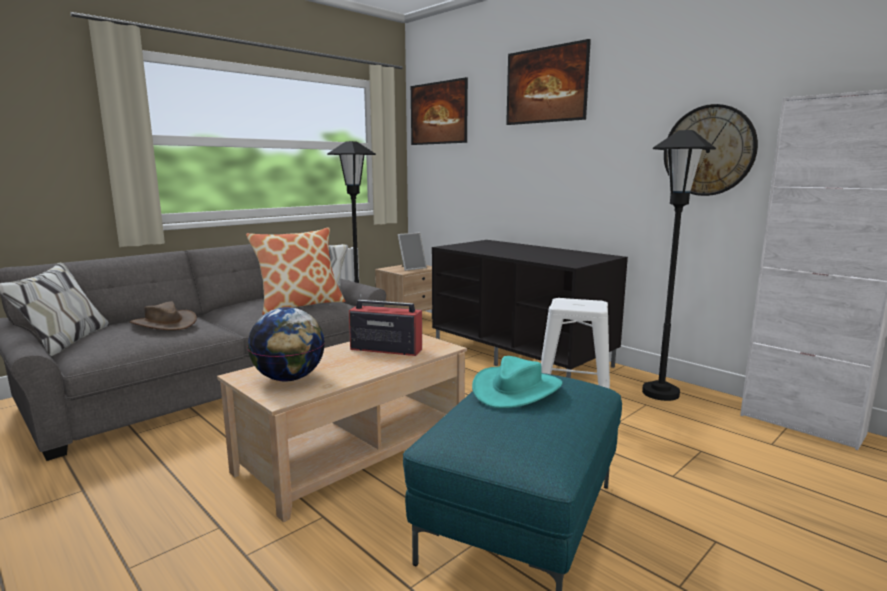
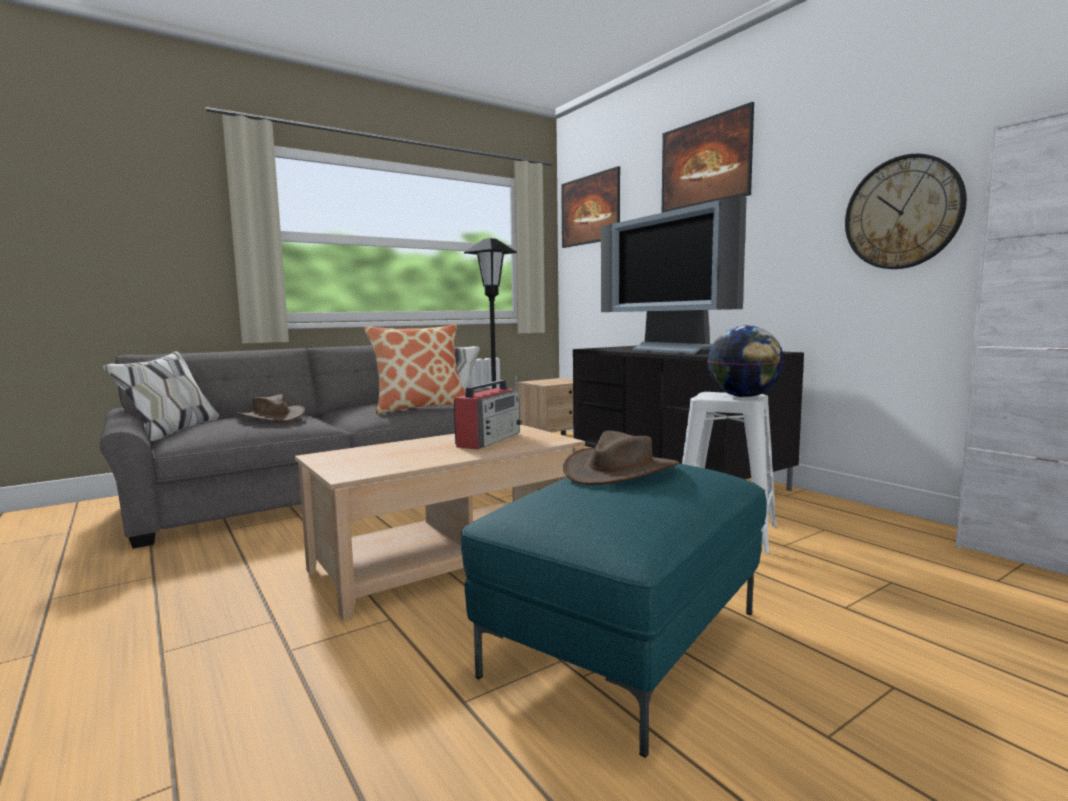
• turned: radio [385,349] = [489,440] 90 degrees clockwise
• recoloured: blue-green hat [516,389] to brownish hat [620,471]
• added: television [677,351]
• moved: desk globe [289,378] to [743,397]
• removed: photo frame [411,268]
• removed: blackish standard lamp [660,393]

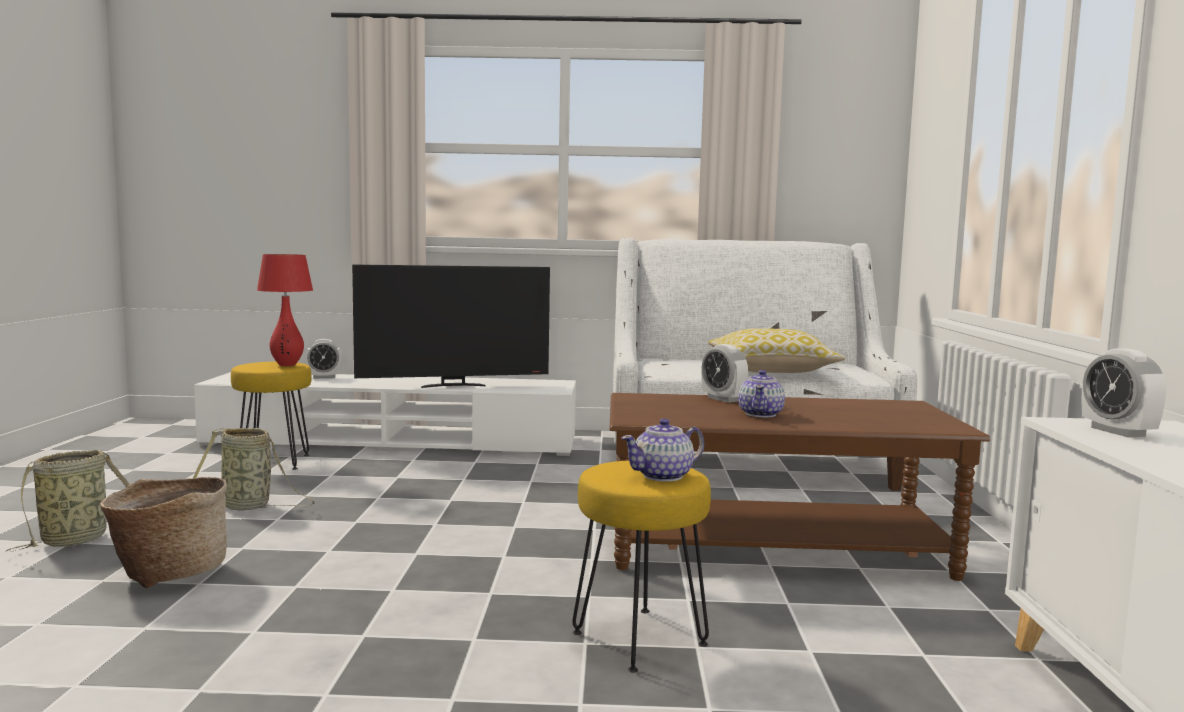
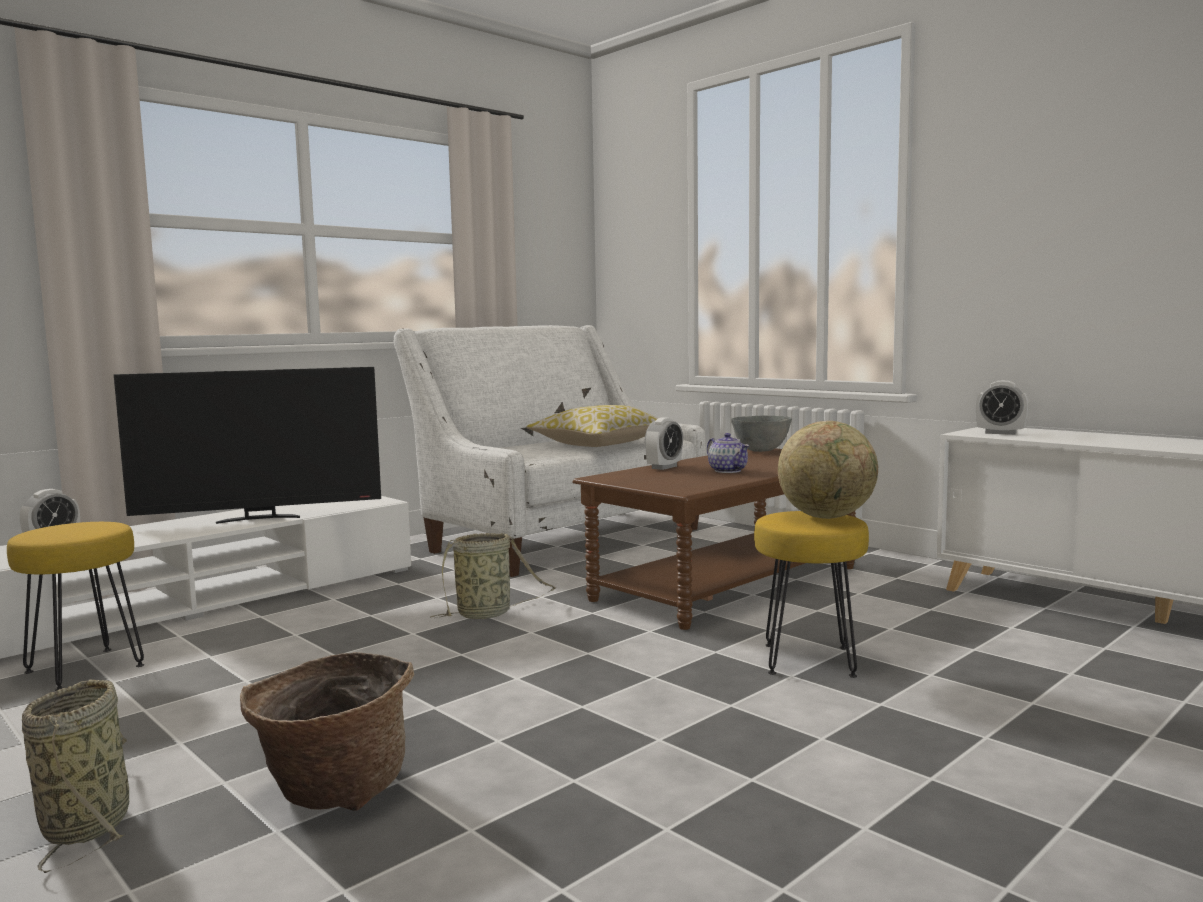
• turned: television [453,385] = [260,518] 45 degrees clockwise
• moved: storage basket [249,507] to [487,614]
• turned: table clock [723,399] = [664,467] 60 degrees counterclockwise
• added: gray deep dish [760,451]
• replaced: tea pot [663,476] to desk globe [827,517]
• removed: reddish tabletop lamp [287,365]

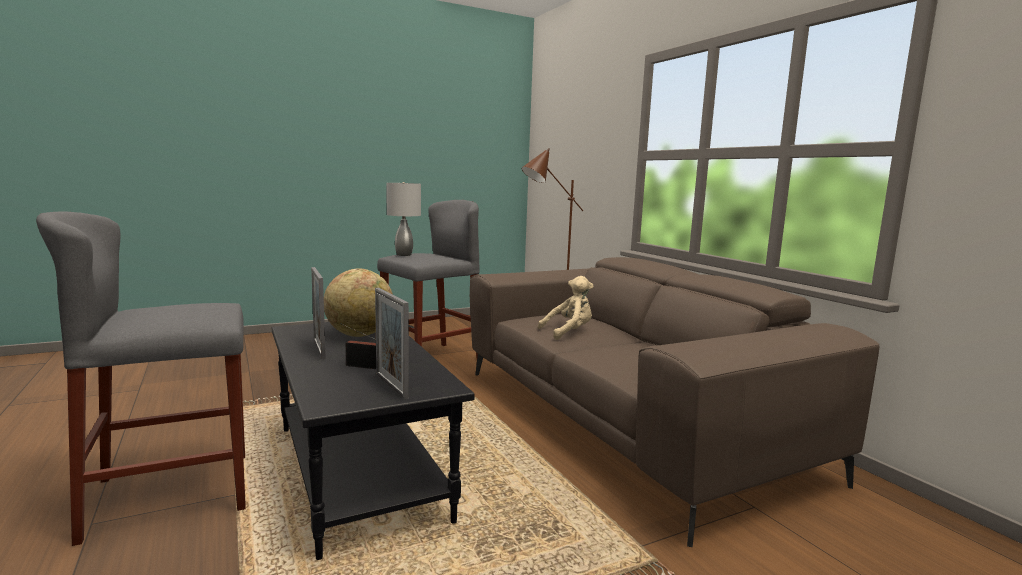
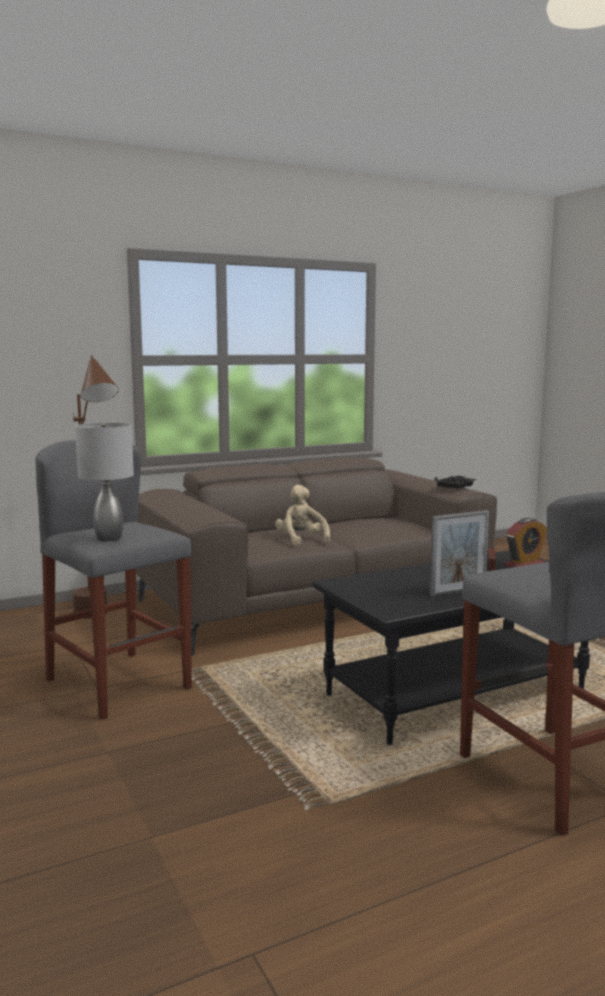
• added: blackish tray [456,487]
• replaced: photo frame [391,386] to table clock [524,565]
• removed: desk globe [360,335]

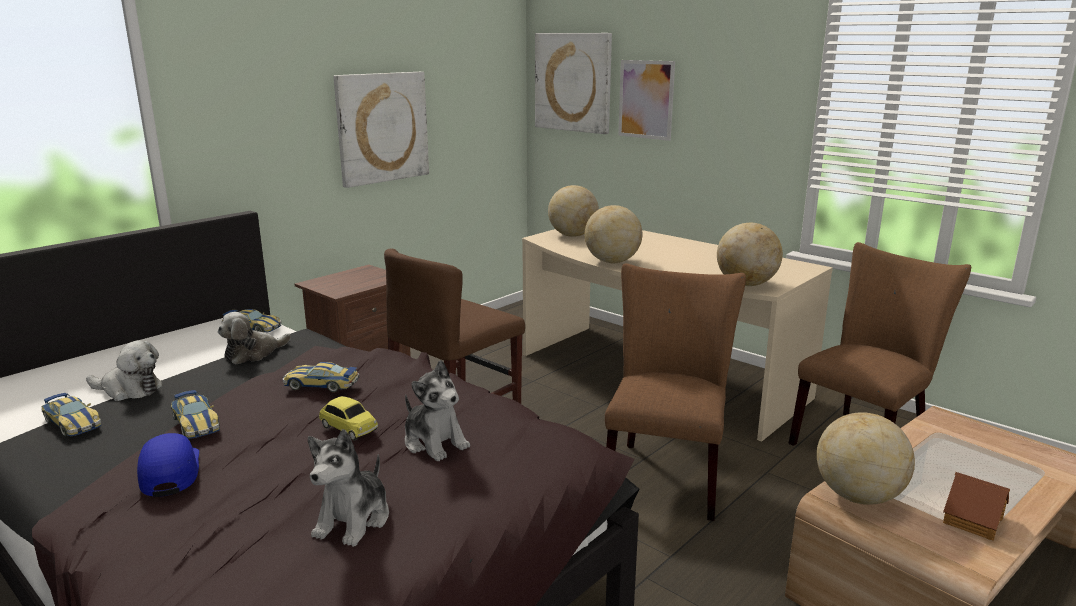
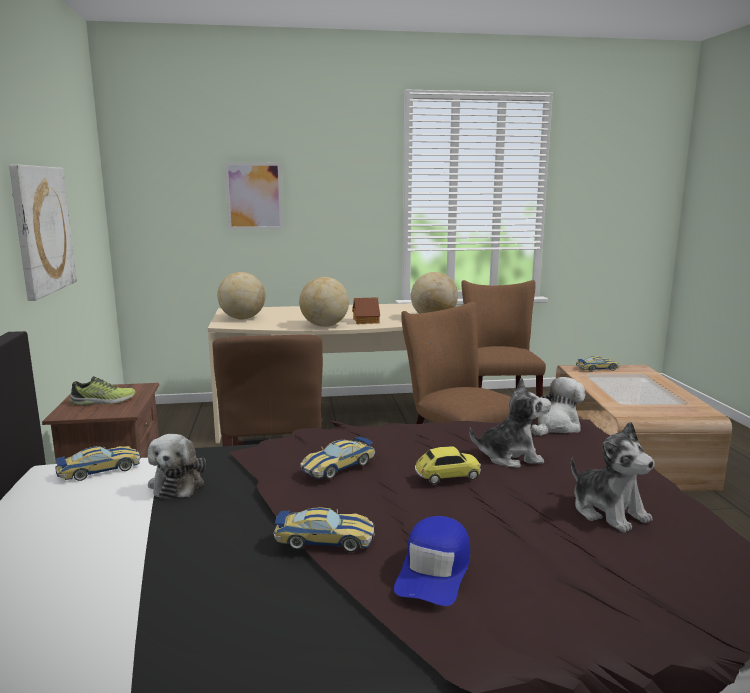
• added: shoe [103,401]
• moved: model house [974,521] to [366,321]
• turned: blue cap [170,472] = [434,570] 90 degrees counterclockwise
• moved: soft toy [129,390] to [556,426]
• moved: miniature car [72,422] to [597,368]
• removed: wall picture [573,82]
• removed: desk globe [857,496]

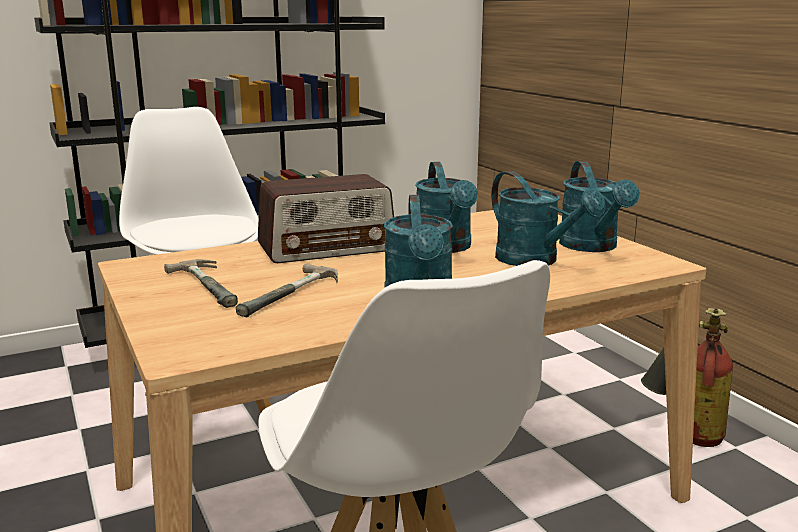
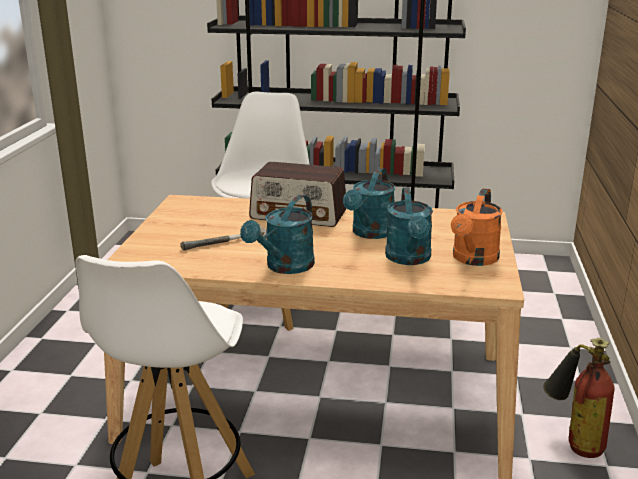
• recoloured: blue-green watering can [593,247] to orange-coloured watering can [473,259]
• removed: hammer [213,285]

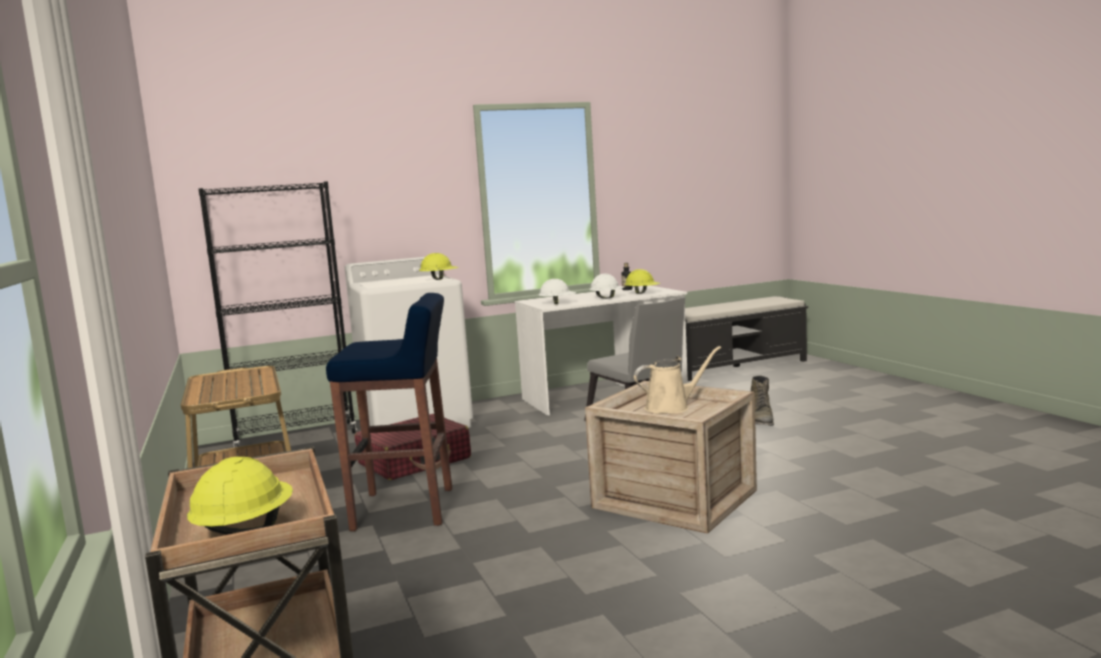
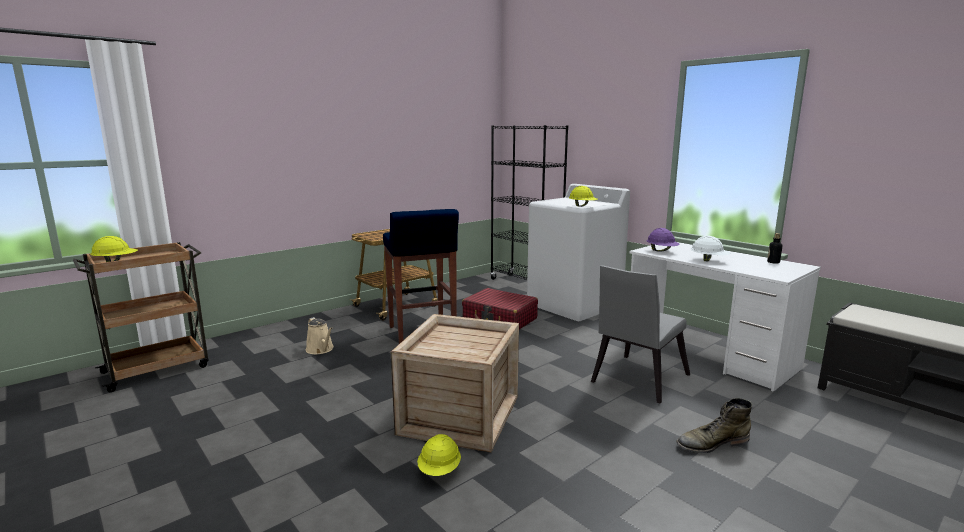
• moved: sand-coloured watering can [671,407] to [321,349]
• moved: yellow hard hat [642,293] to [439,471]
• recoloured: white-coloured hard hat [558,303] to purplish hard hat [662,251]

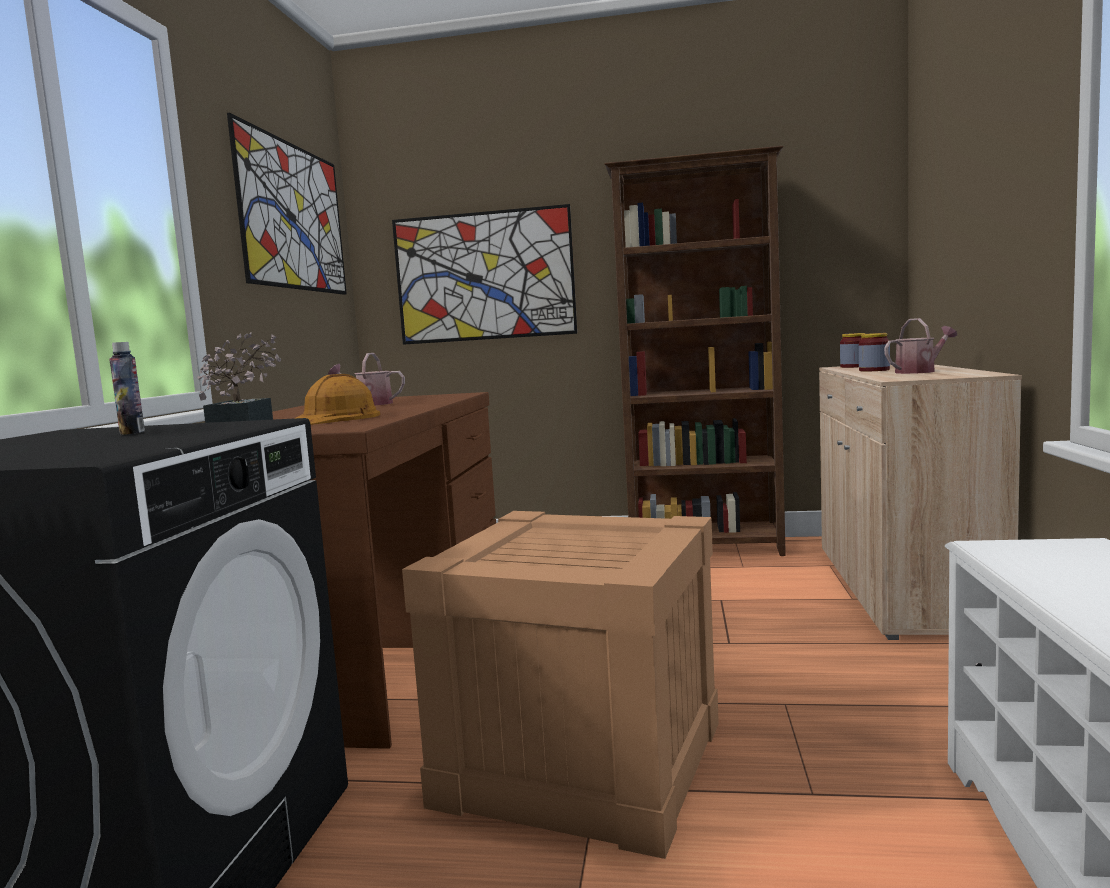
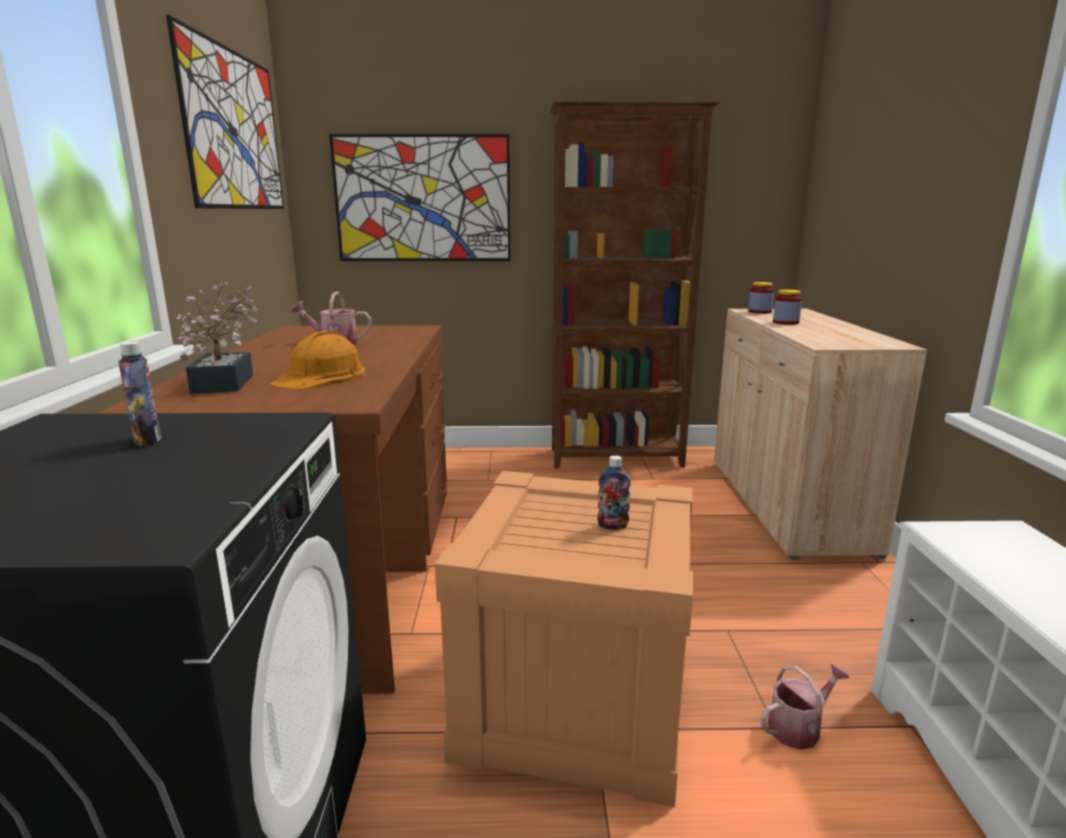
• added: bottle [612,525]
• moved: watering can [919,371] to [799,727]

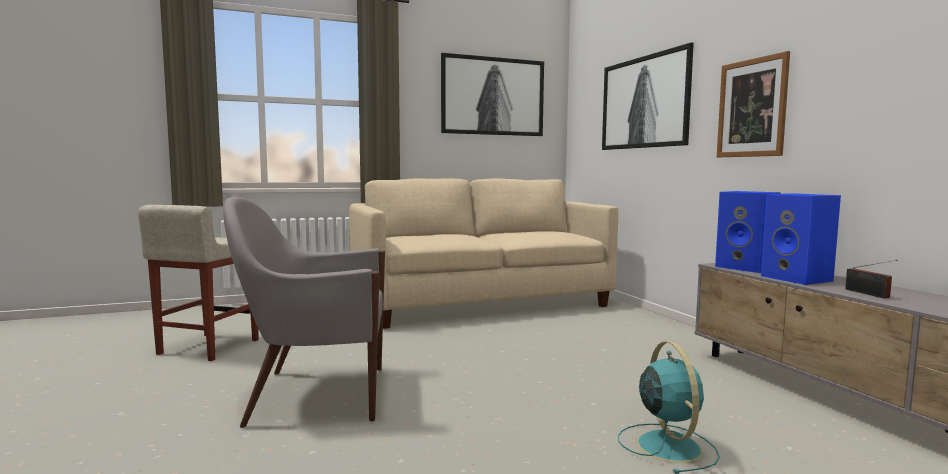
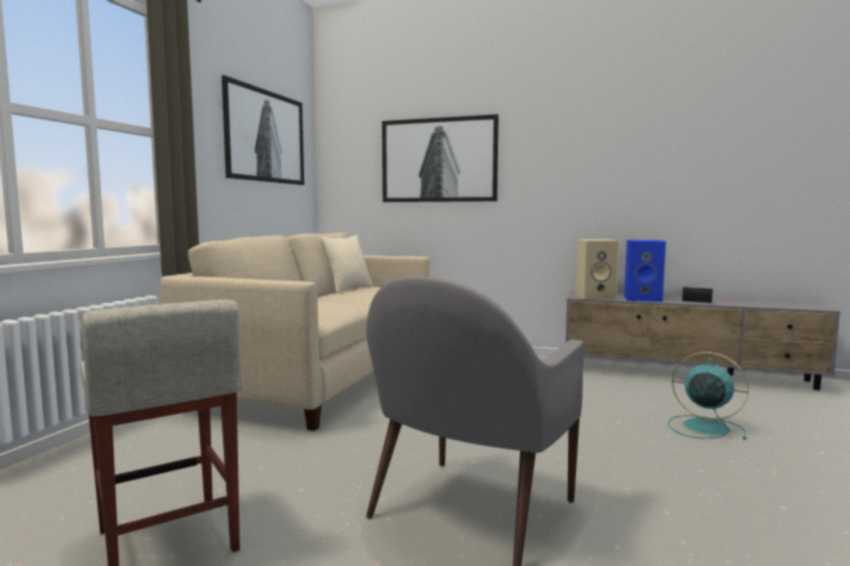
• added: sand-coloured pillow [348,289]
• recoloured: blue audio speaker [746,267] to sand-coloured audio speaker [596,296]
• removed: wall picture [752,108]

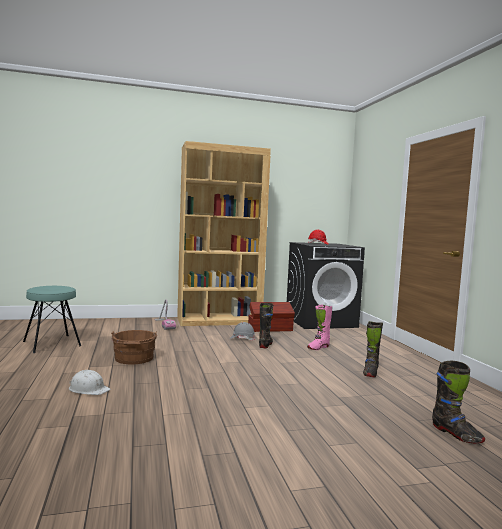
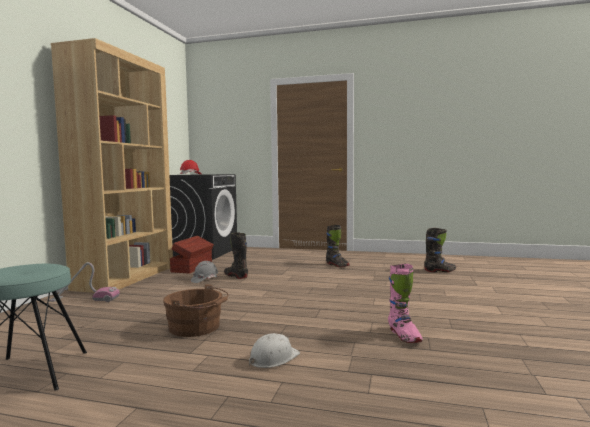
• moved: pinkish high-top boot [318,348] to [404,336]

